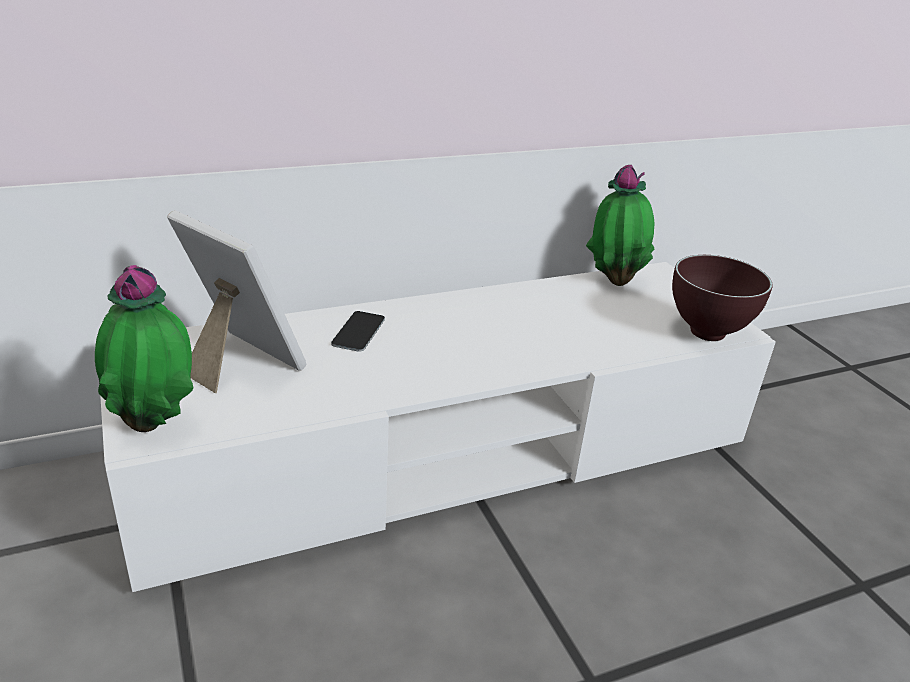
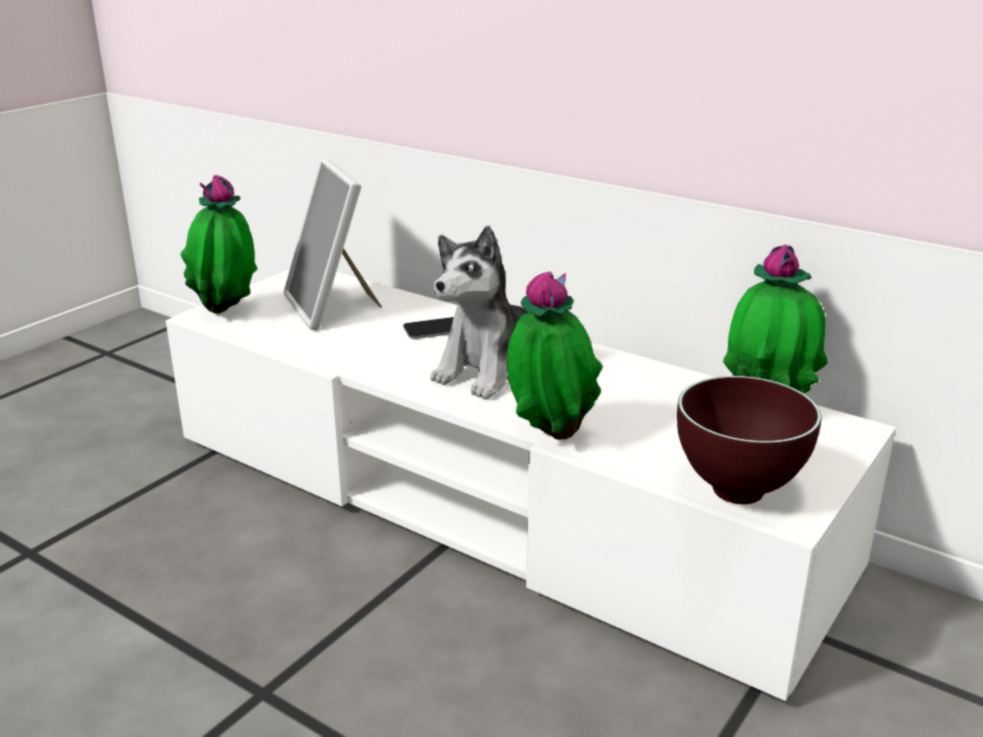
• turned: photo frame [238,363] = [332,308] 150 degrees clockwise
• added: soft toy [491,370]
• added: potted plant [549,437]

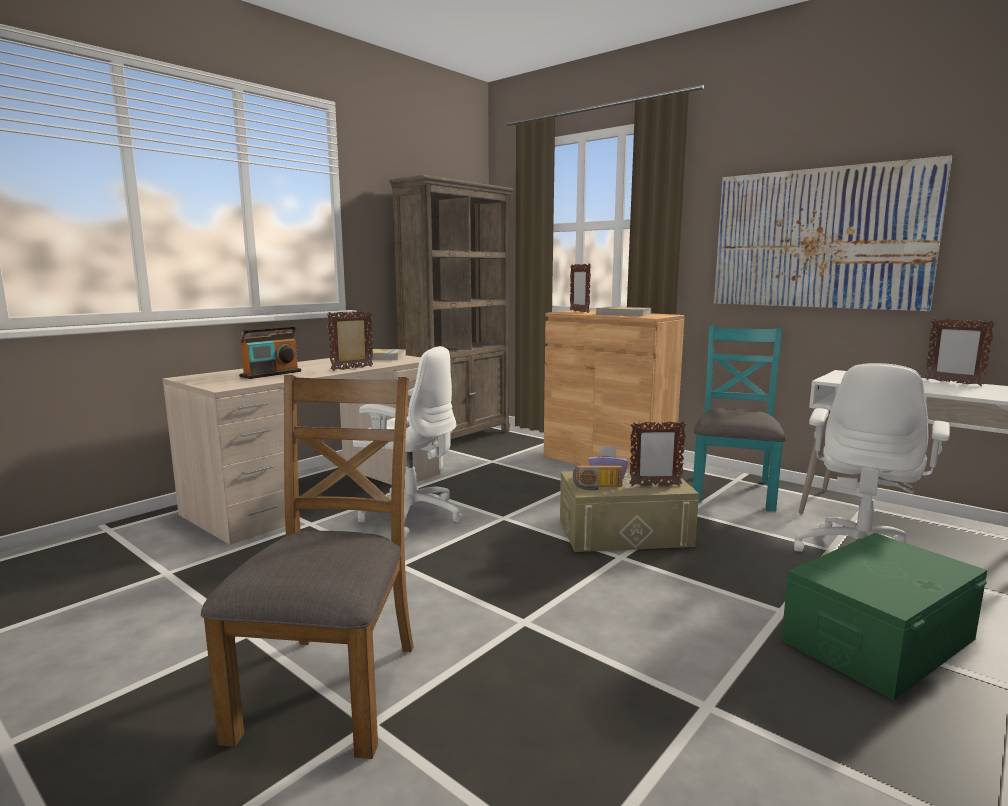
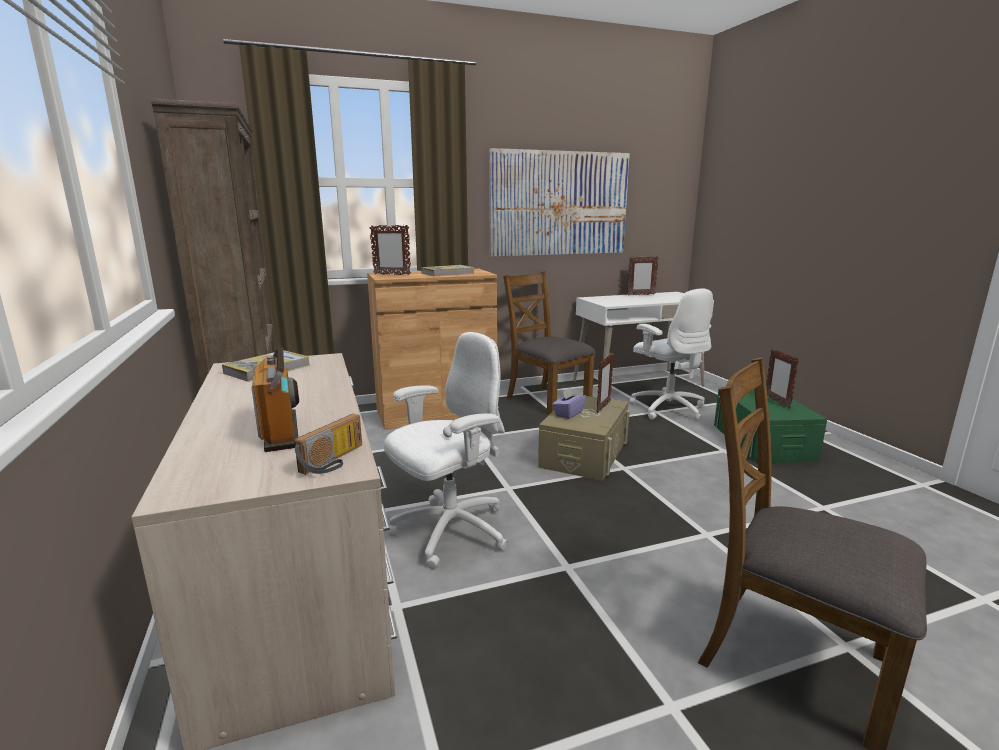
• moved: radio [597,487] to [335,461]
• recoloured: blue-green chair [732,490] to brownish chair [547,400]
• moved: photo frame [352,368] to [777,402]

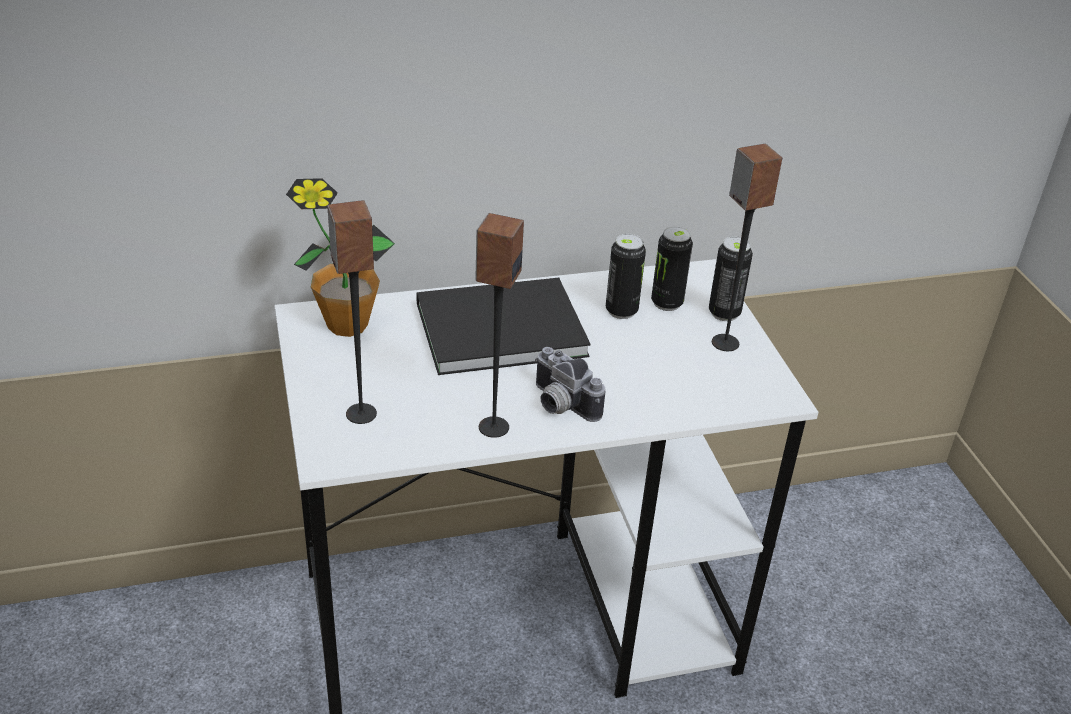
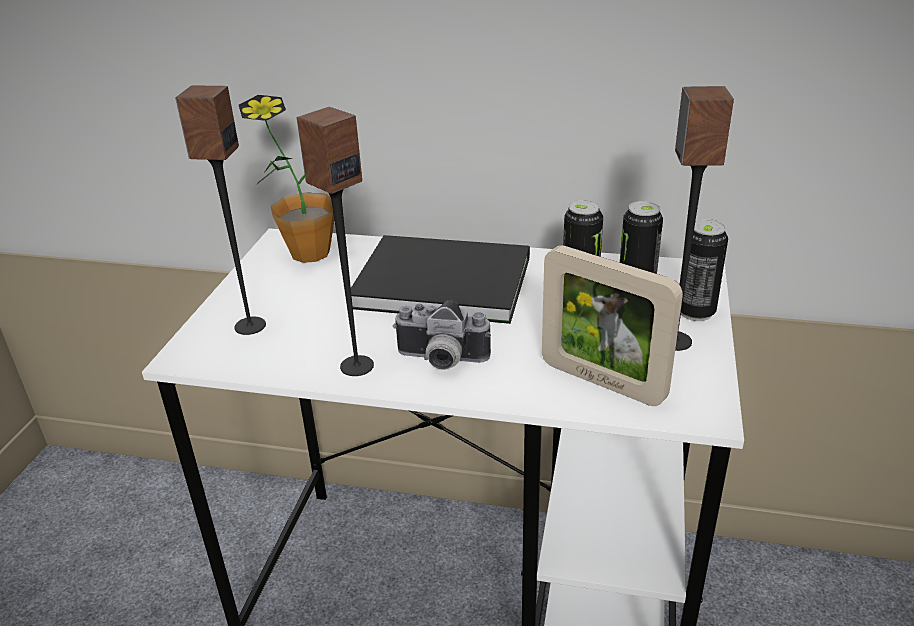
• turned: still camera [559,405] = [440,361] 60 degrees counterclockwise
• added: photo frame [602,381]

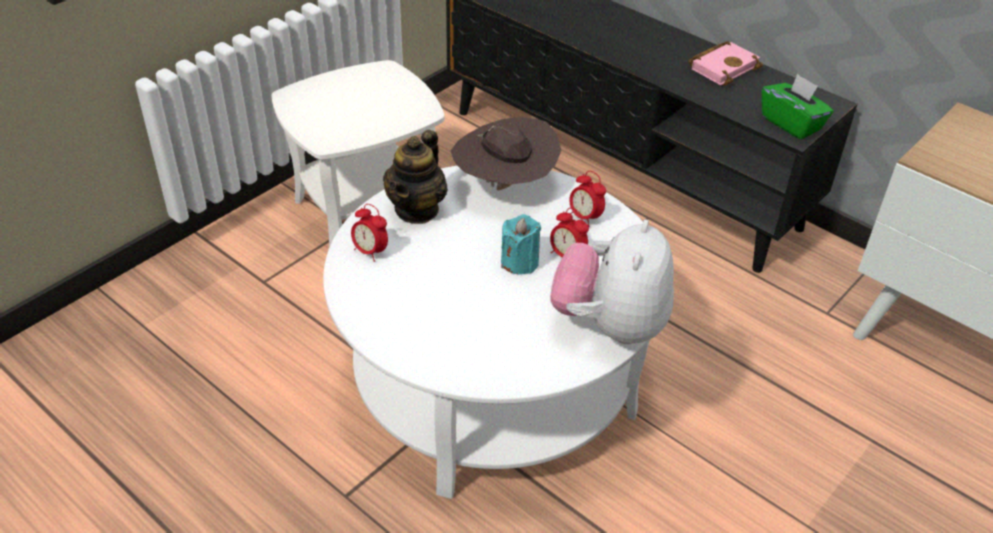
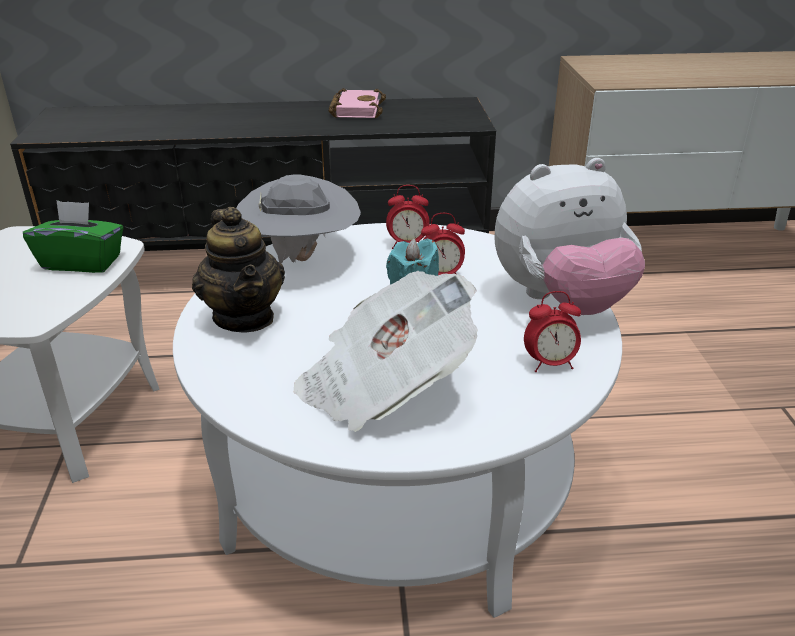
• moved: green-coloured tissue box [791,123] to [82,262]
• recoloured: brownish hat [505,186] to gray hat [300,258]
• added: daily paper [384,385]
• turned: soft toy [610,324] = [561,301] 75 degrees counterclockwise
• moved: table clock [370,252] to [550,364]

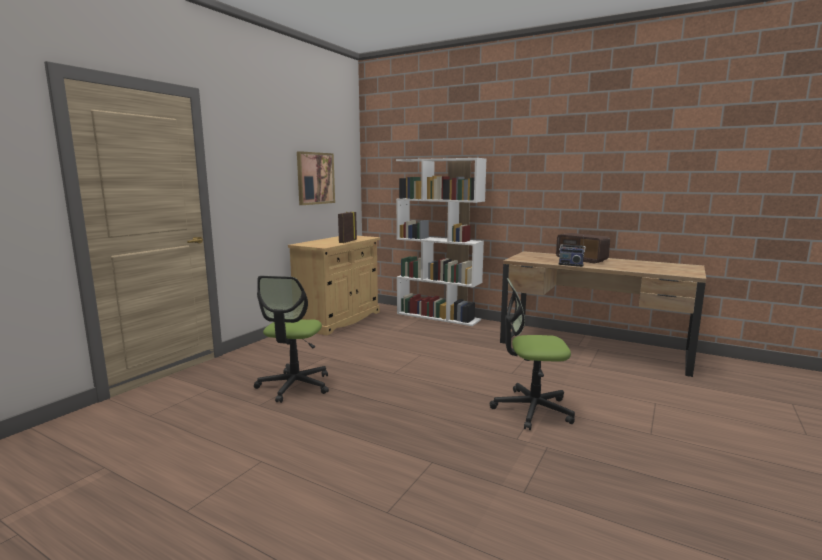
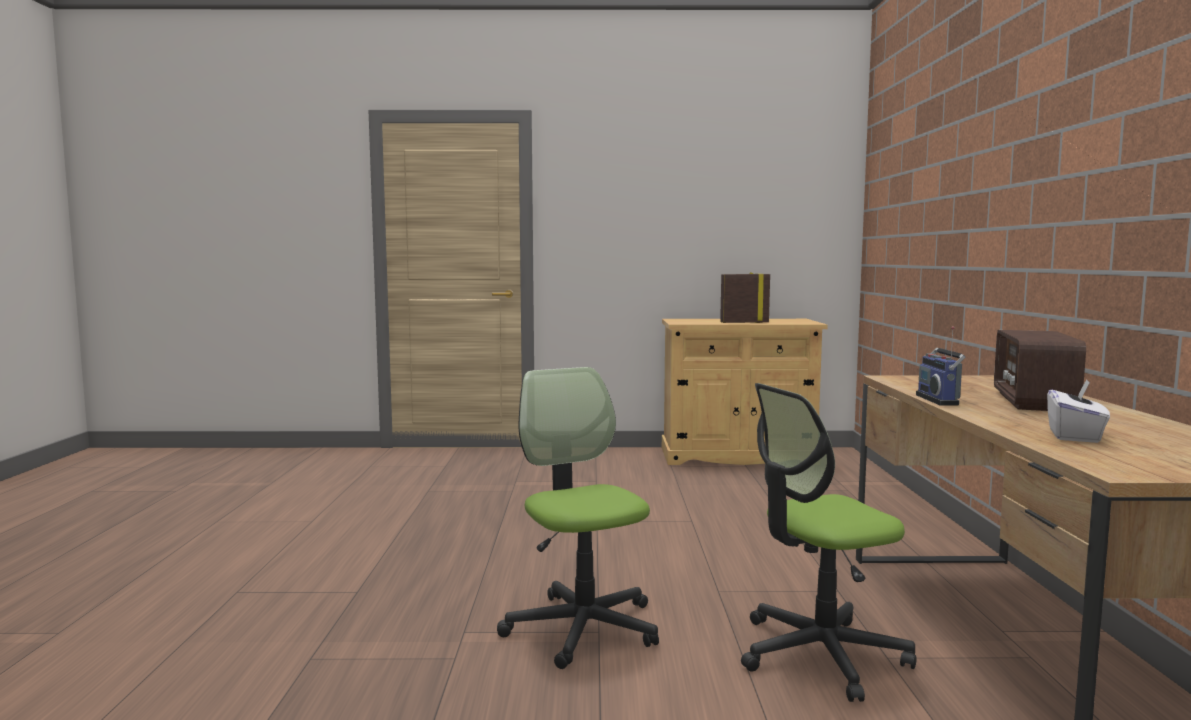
• moved: desk chair [294,386] to [820,654]
• added: white-coloured tissue box [1075,436]
• removed: wall picture [315,178]
• removed: white-coloured bookcase [438,316]

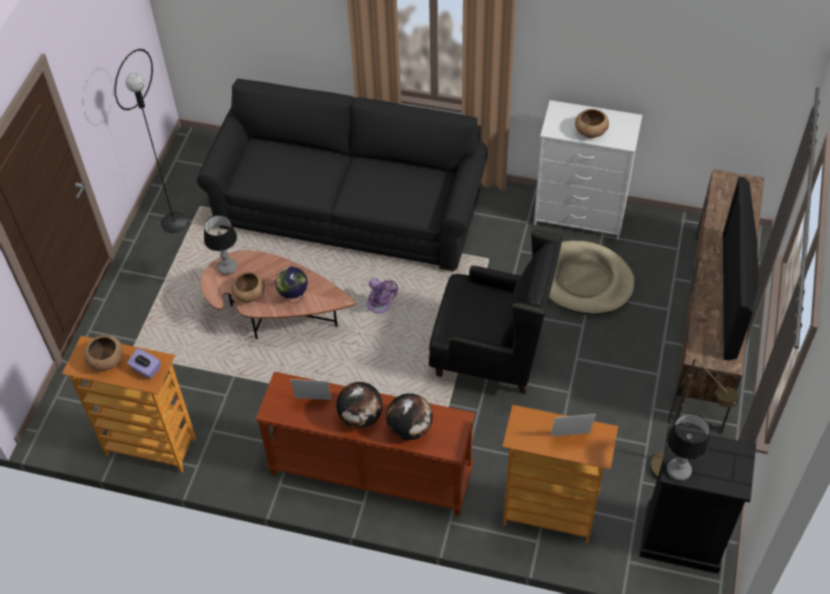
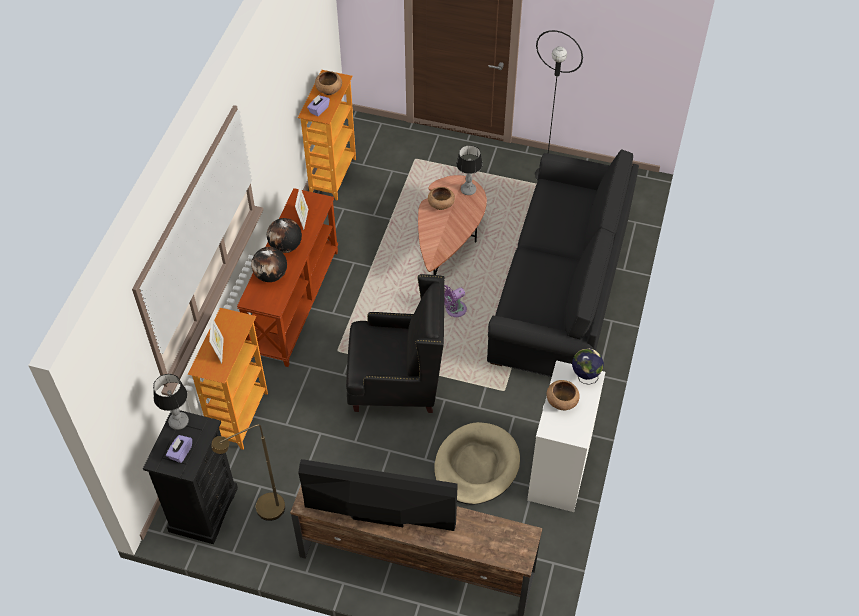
• added: purplish tissue box [180,453]
• turned: blackish lounge chair [490,356] = [396,386] 105 degrees counterclockwise
• moved: desk globe [294,297] to [585,377]

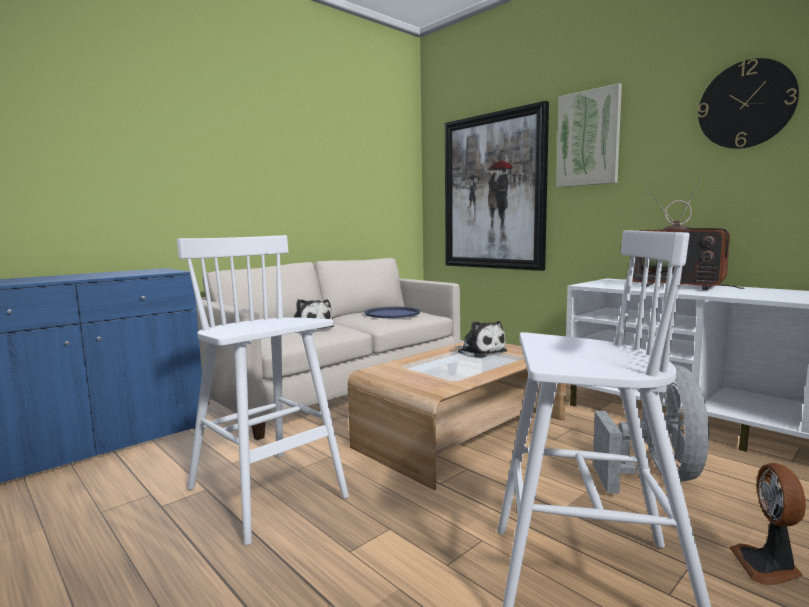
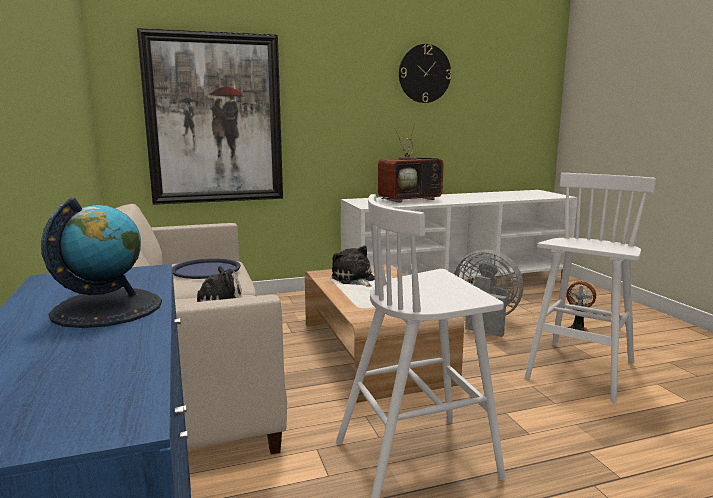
• added: desk globe [107,308]
• turned: soft toy [480,352] = [354,279] 105 degrees counterclockwise
• removed: wall picture [588,138]

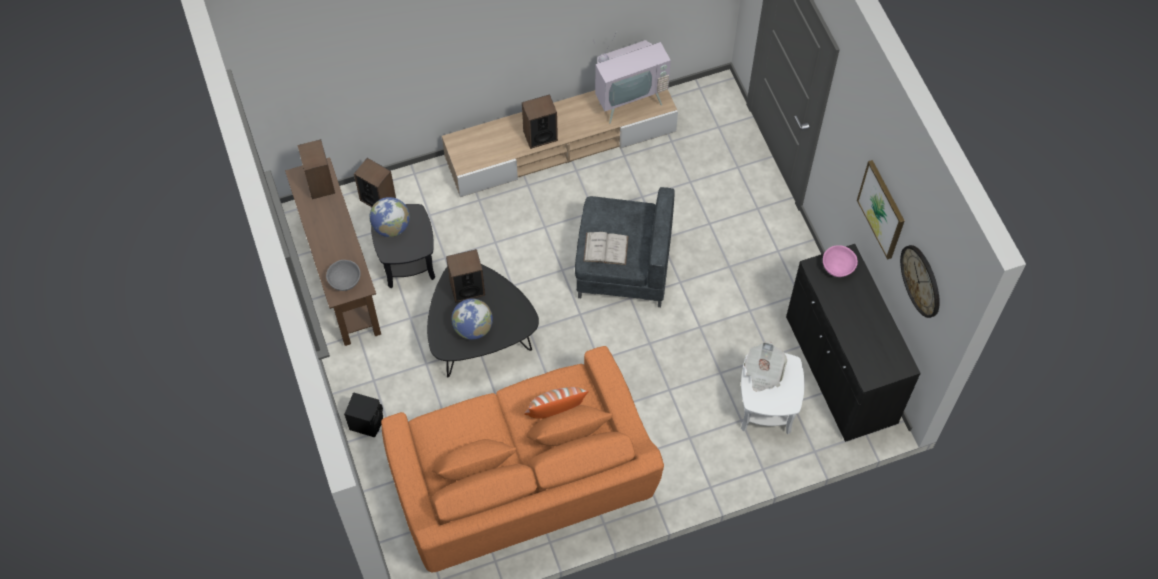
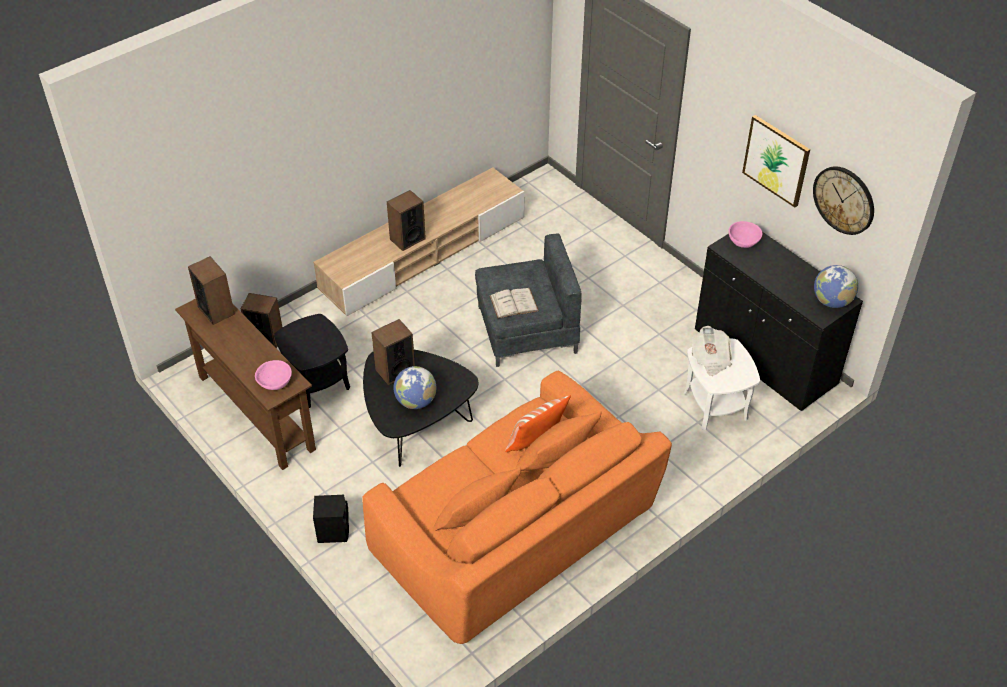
• recoloured: gray deep dish [344,280] to pinkish deep dish [274,382]
• moved: desk globe [391,227] to [831,301]
• removed: television [628,100]

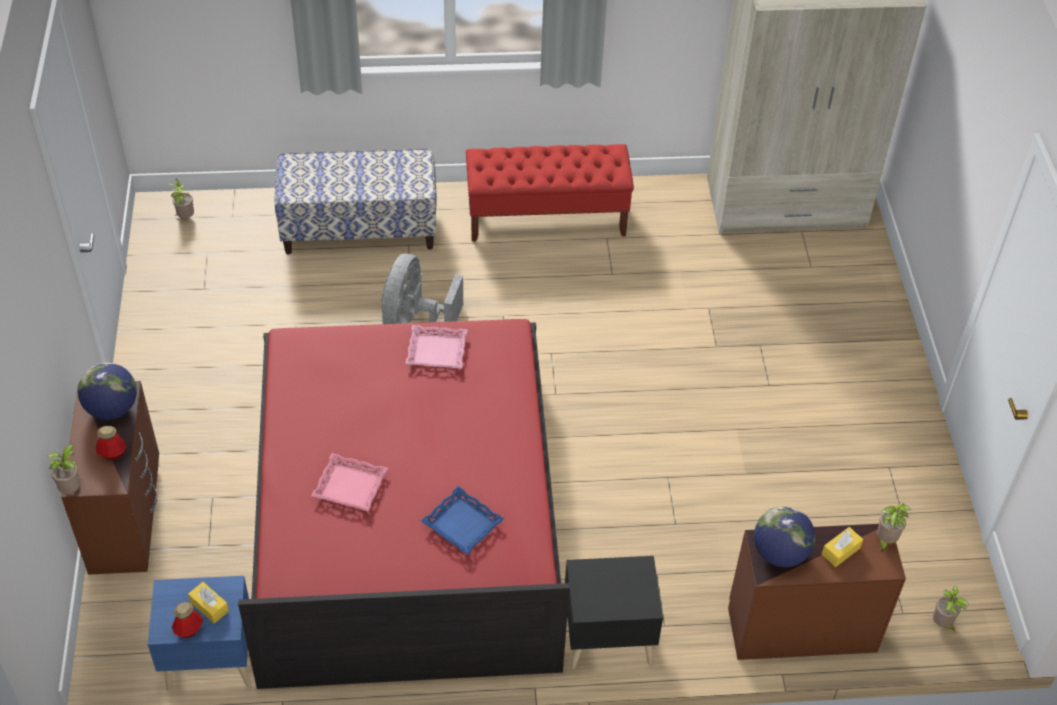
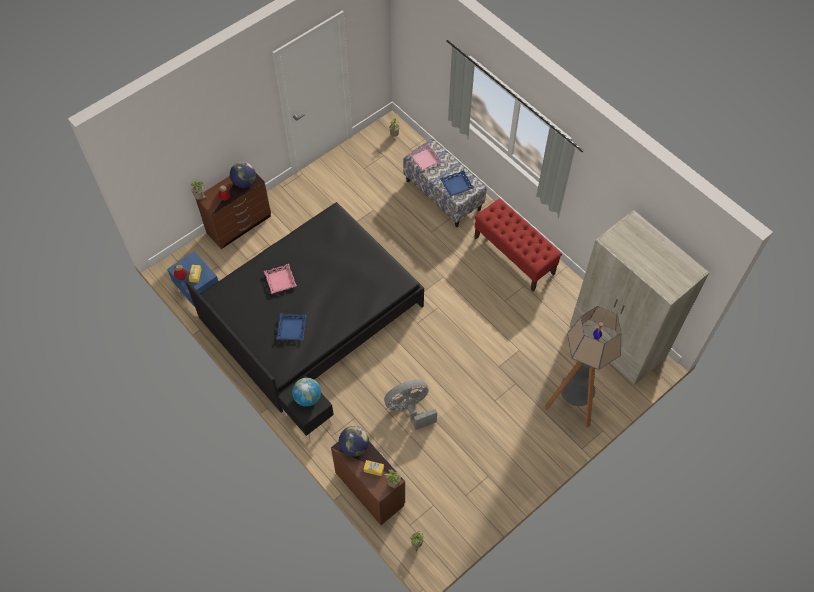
• recoloured: reddish bedroom bed [407,516] to blackish bedroom bed [311,312]
• added: desk globe [307,398]
• moved: gray cooling fan [414,321] to [410,409]
• moved: pinkish tray [436,351] to [425,159]
• added: blue tray [457,185]
• added: standard lamp [571,406]

